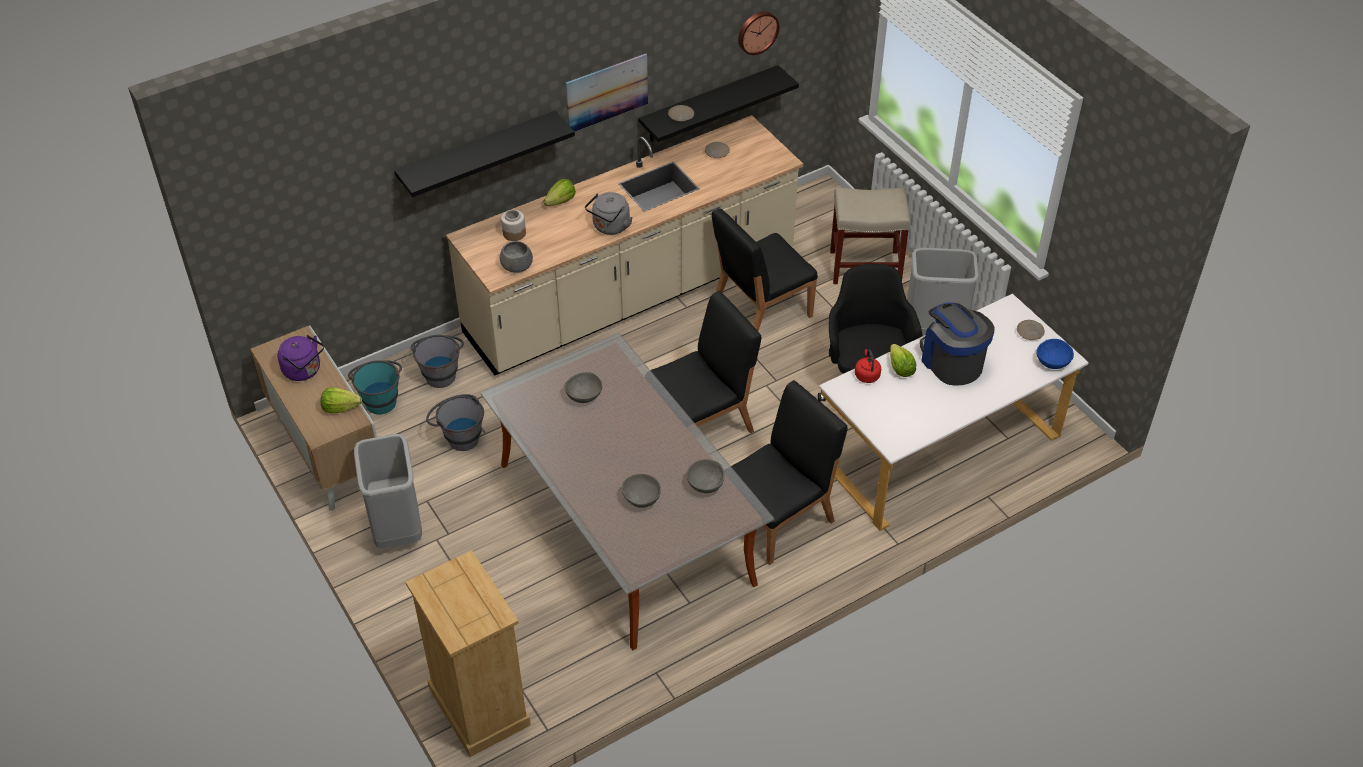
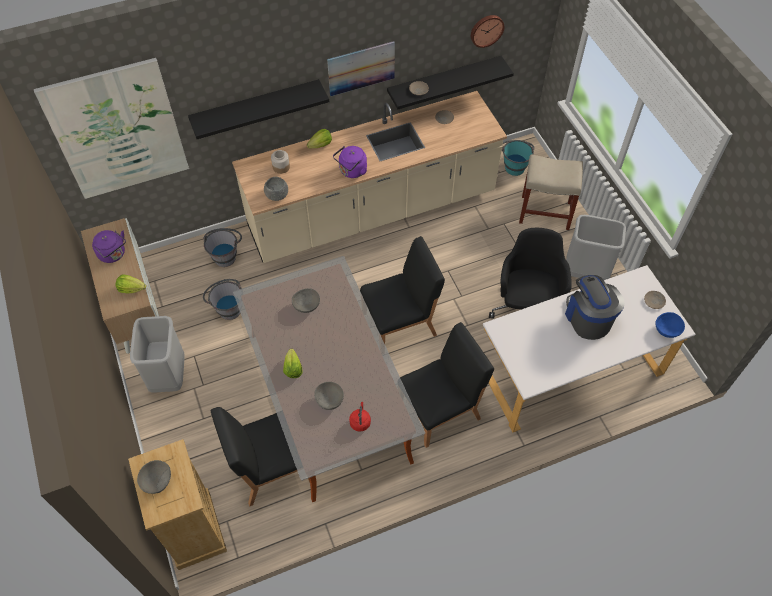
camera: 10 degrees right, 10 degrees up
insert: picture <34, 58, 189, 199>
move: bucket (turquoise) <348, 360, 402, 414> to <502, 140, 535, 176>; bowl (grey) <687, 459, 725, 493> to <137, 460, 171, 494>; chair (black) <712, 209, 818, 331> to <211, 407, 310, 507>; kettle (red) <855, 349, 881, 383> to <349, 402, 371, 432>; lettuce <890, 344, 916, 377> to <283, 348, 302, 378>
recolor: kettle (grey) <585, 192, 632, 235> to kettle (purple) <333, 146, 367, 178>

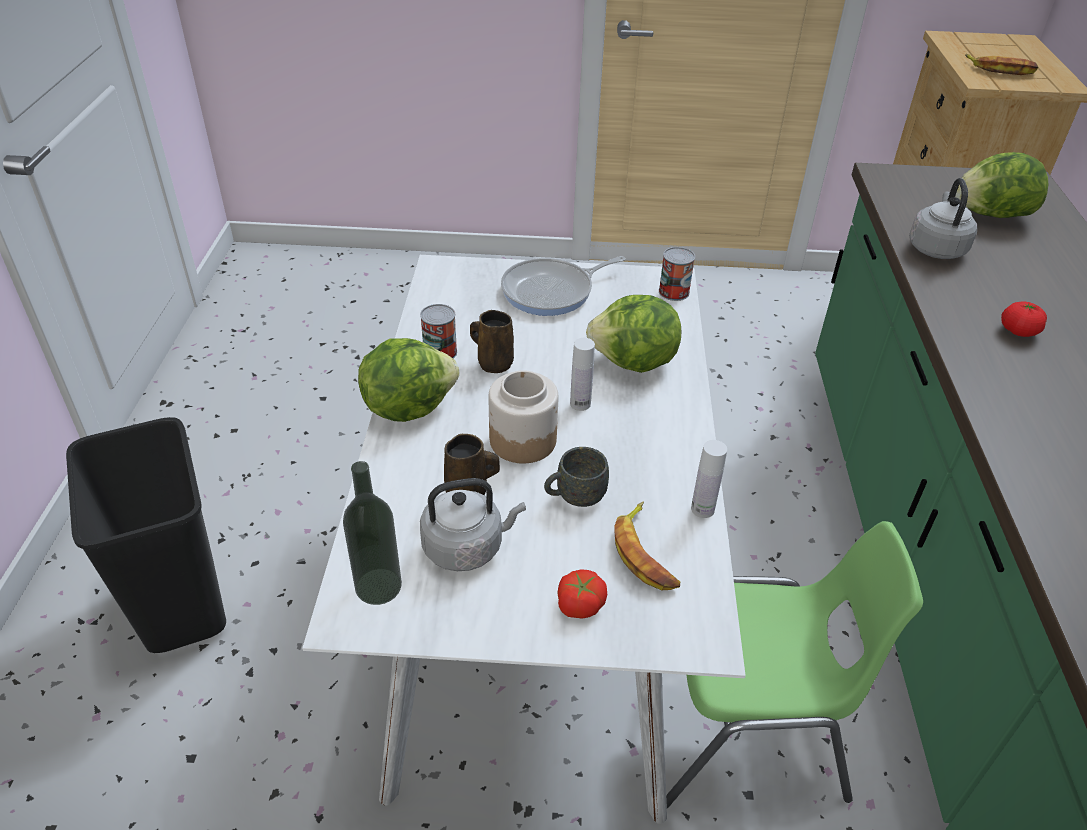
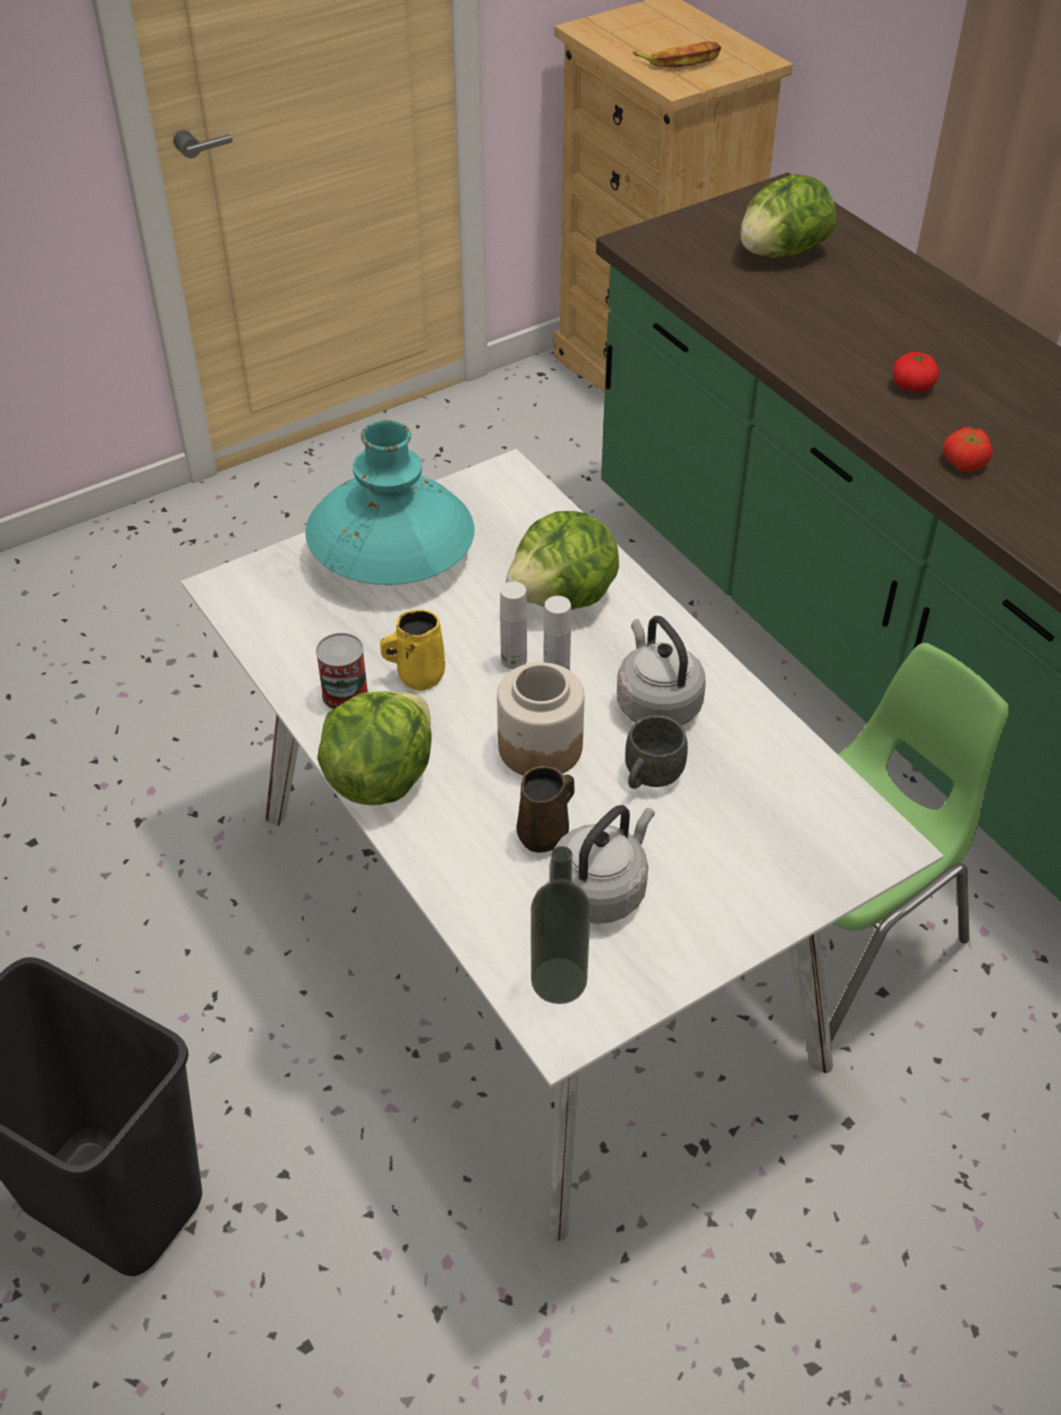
camera: 35 degrees left, 5 degrees up
delete: banana <615, 501, 680, 590>; can <659, 247, 695, 301>
move: tomato <557, 569, 607, 619> to <943, 427, 993, 472>; bottle (white) <691, 440, 727, 518> to <500, 581, 527, 669>; kettle (grey) <910, 178, 977, 259> to <617, 616, 706, 726>
replace: frying pan <501, 256, 626, 316> to vase (turquoise) <305, 420, 474, 585>
recolor: mug (brown) <470, 310, 514, 373> to mug (yellow) <380, 609, 445, 691>

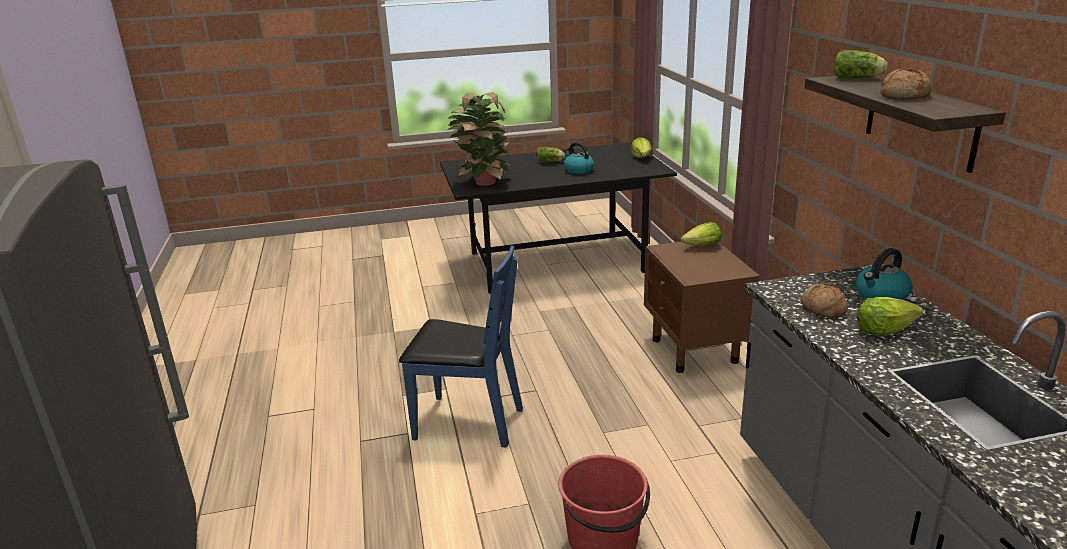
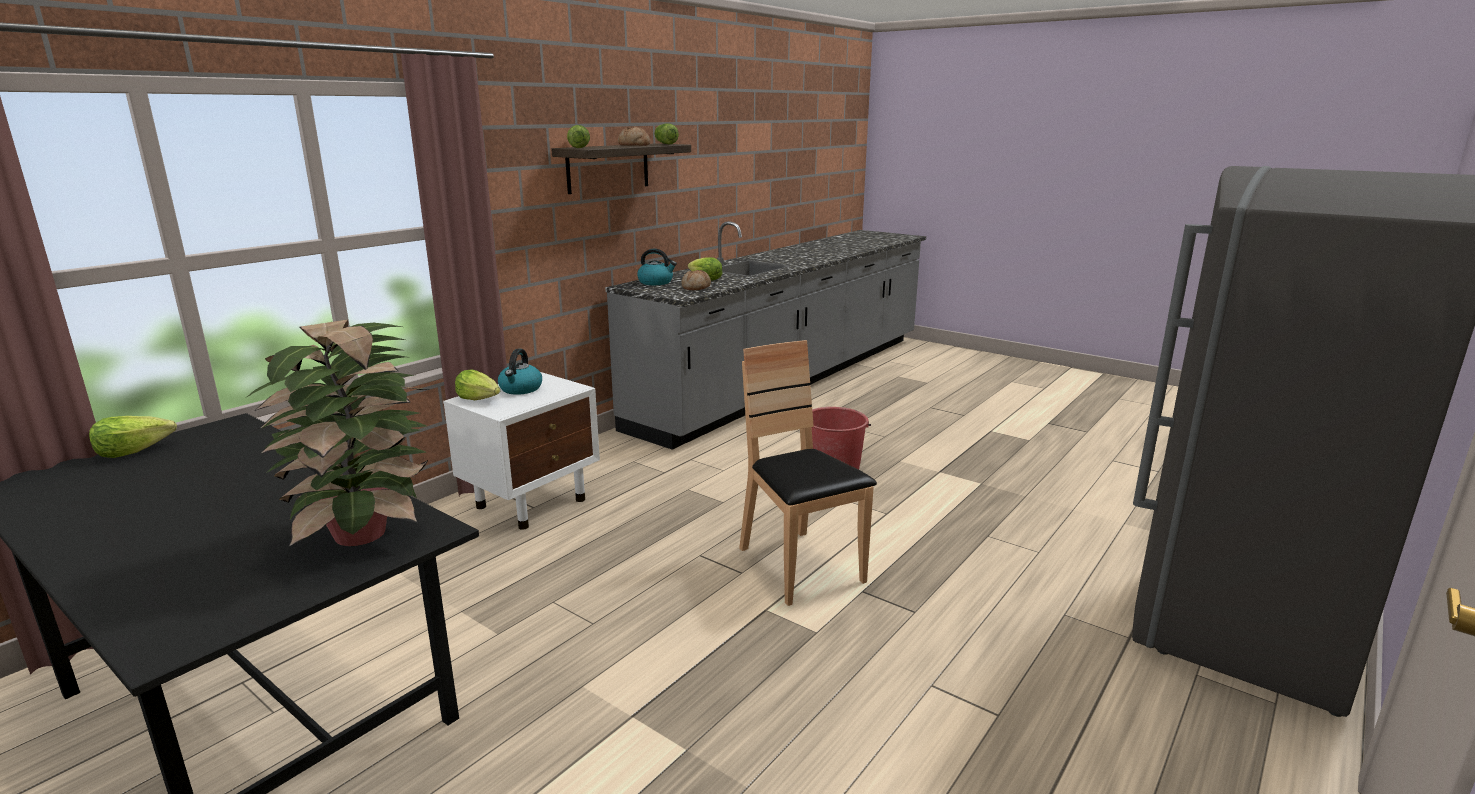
camera: 130 degrees left, 5 degrees down
move: lettuce <536, 147, 565, 163> to <654, 124, 679, 144>; kettle <564, 142, 594, 174> to <498, 349, 542, 395>
recolor: chair (blue) <399, 245, 523, 448> to chair (brown) <739, 340, 877, 606>; nightstand (brown) <644, 242, 760, 373> to nightstand (white) <443, 372, 600, 530>

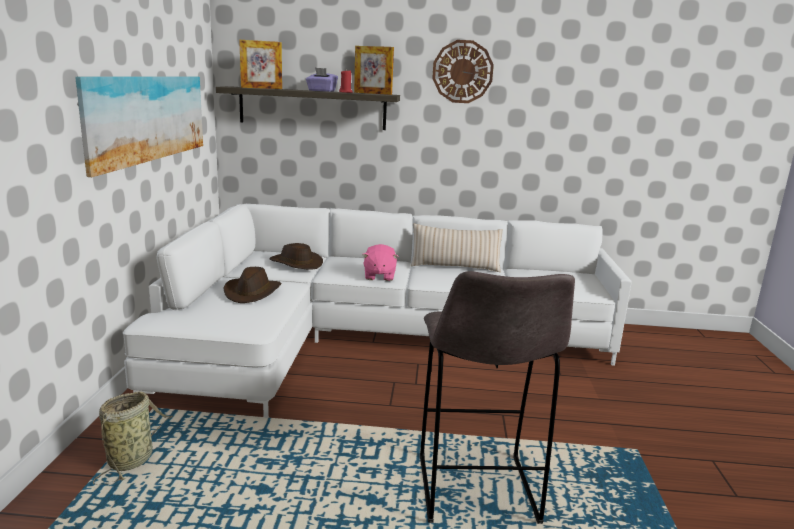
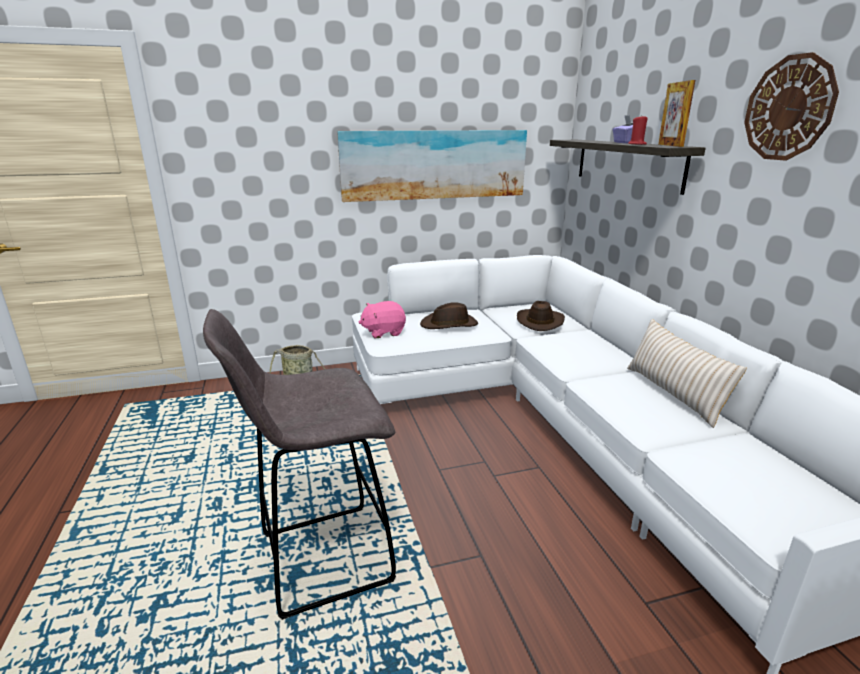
camera: 70 degrees right, 5 degrees up
delete: picture frame <239, 40, 282, 89>
move: plush toy (pink) <362, 244, 398, 281> to <358, 301, 406, 338>

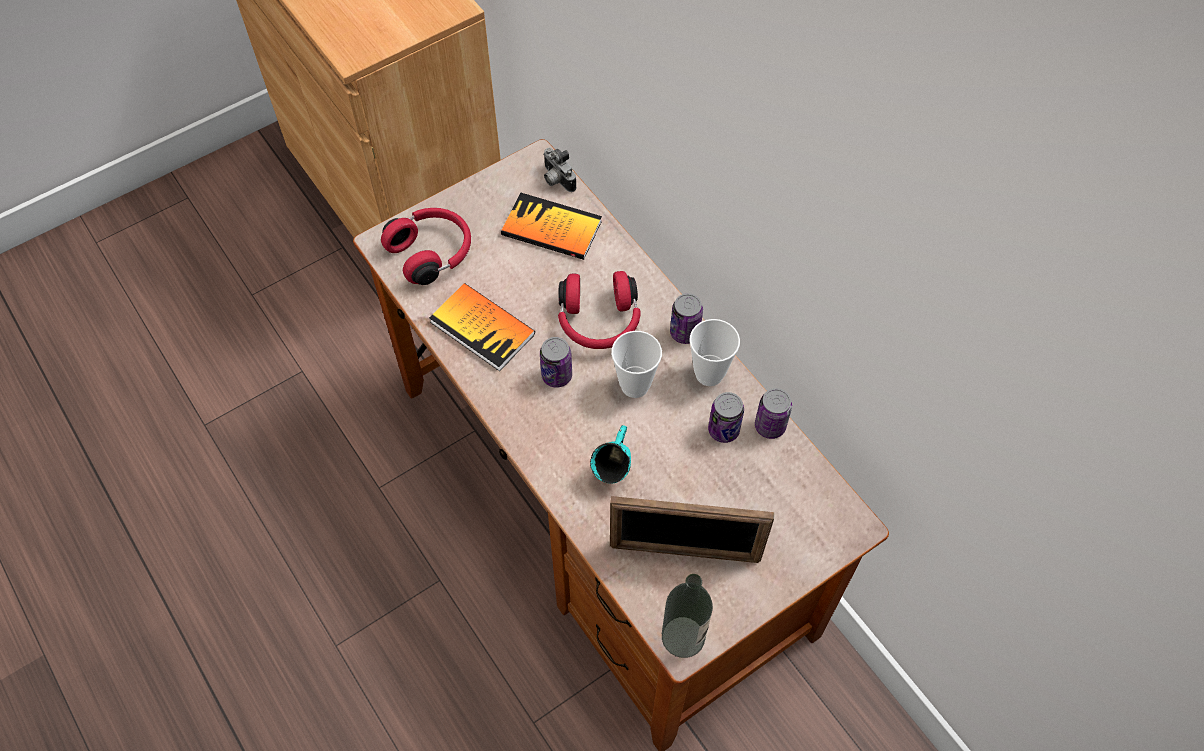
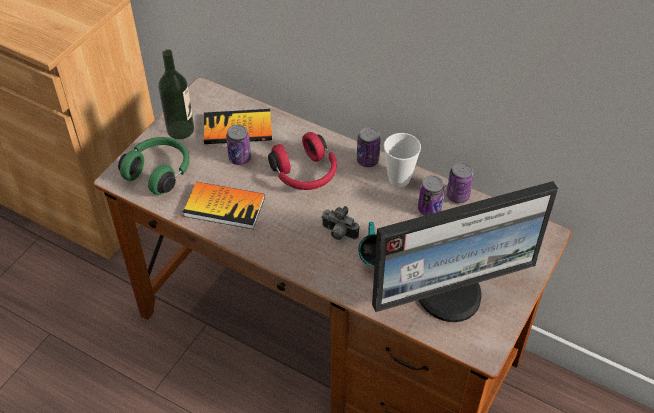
camera: 25 degrees left, 10 degrees down
delete: cup <611, 331, 662, 398>
move: can <540, 337, 572, 388> to <226, 125, 251, 165>; photo camera <544, 147, 576, 192> to <321, 206, 359, 240>; bottle <662, 574, 713, 658> to <158, 49, 194, 139>
replace: picture frame <610, 496, 775, 563> to monitor <372, 181, 558, 322>
recolor: headphones (red) <381, 208, 471, 285> to headphones (green) <118, 137, 189, 195>

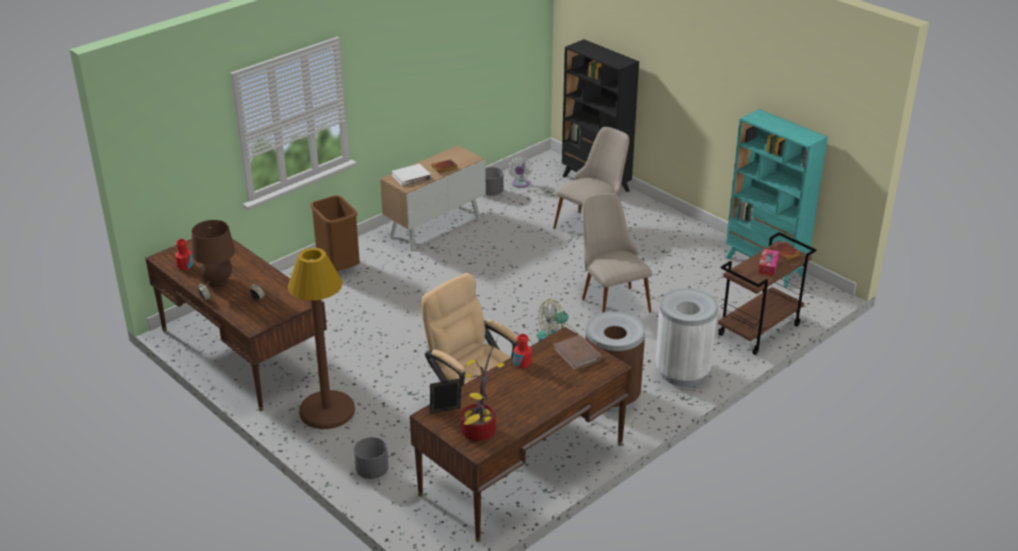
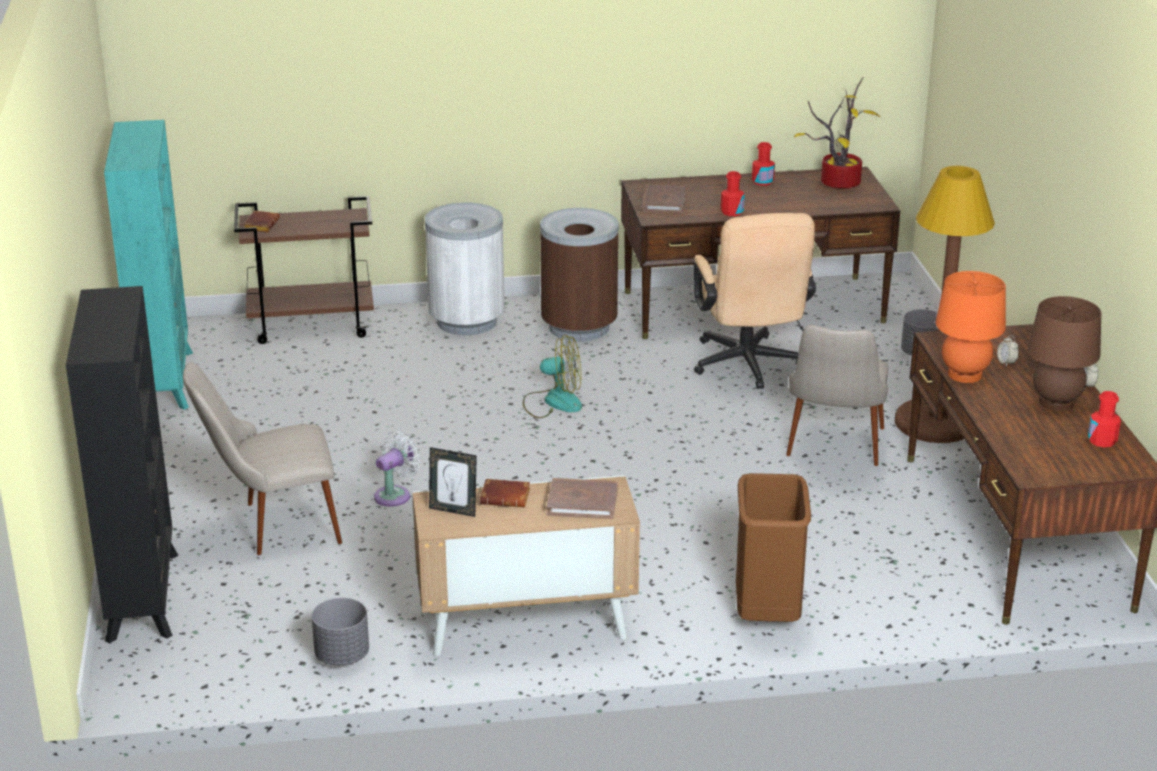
camera: 145 degrees left, 5 degrees down
delete: tissue box <758, 249, 780, 276>
insert: bottle (red) <752, 142, 775, 186>; table lamp (orange) <936, 271, 1006, 383>
move: picture frame <430, 378, 461, 414> to <429, 447, 477, 517>; fan (white) <508, 158, 532, 188> to <374, 431, 421, 507>; chair (beige) <582, 193, 652, 313> to <786, 325, 888, 466>
recolor: book (white) <392, 164, 431, 186> to book (brown) <547, 478, 618, 519>

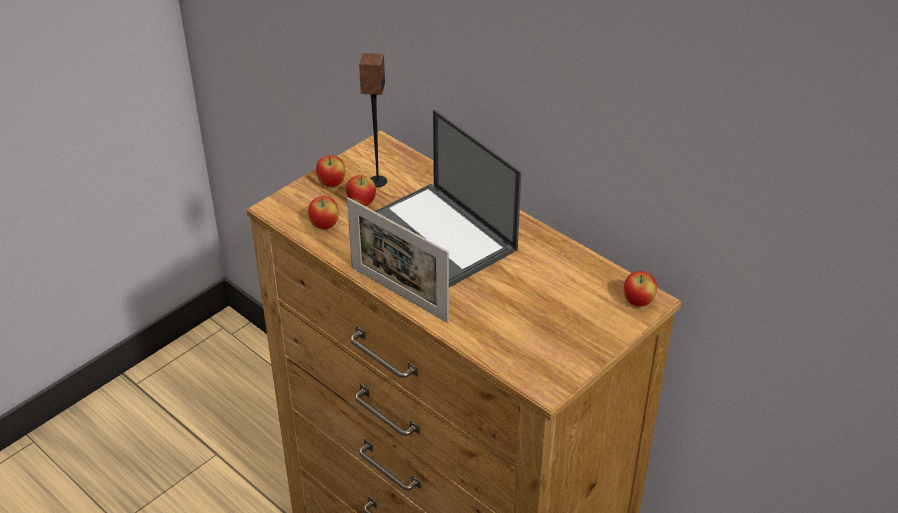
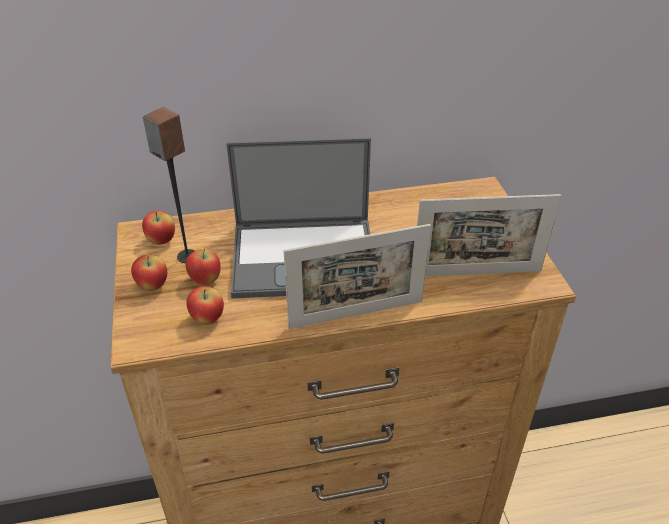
camera: 55 degrees left, 0 degrees up
insert: picture frame <417, 194, 561, 276>
move: apple <623, 271, 657, 307> to <142, 211, 175, 245>

